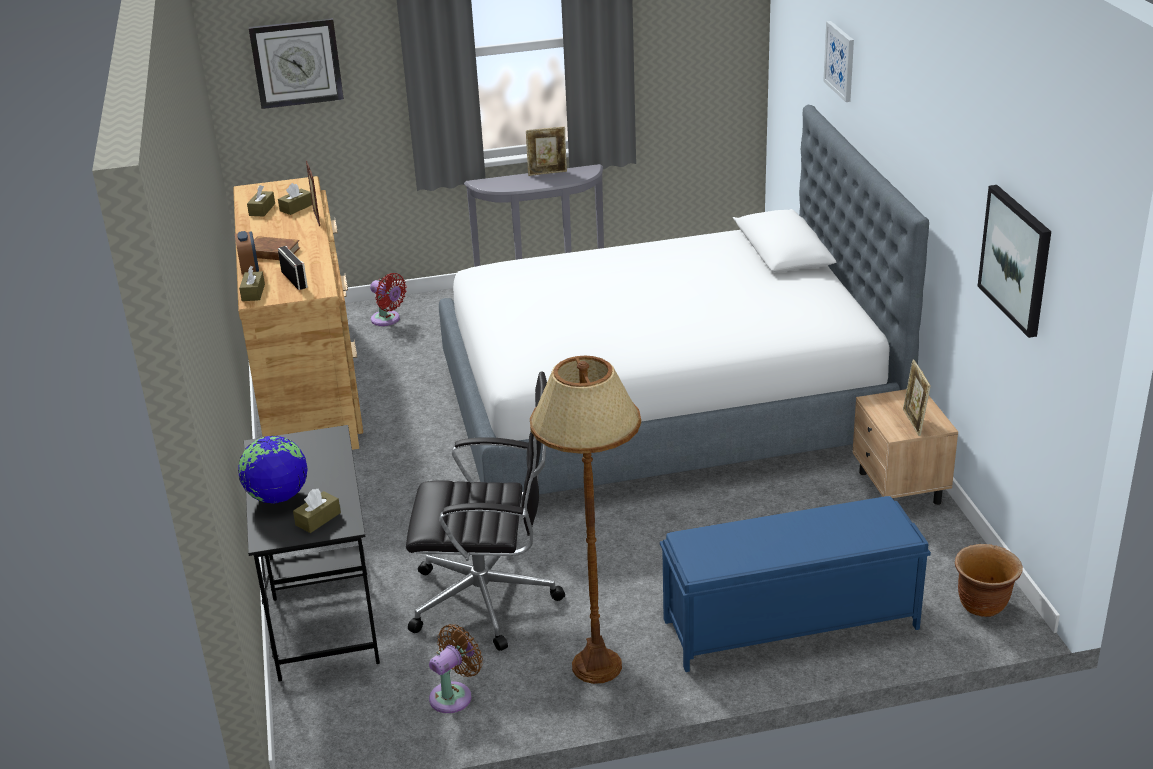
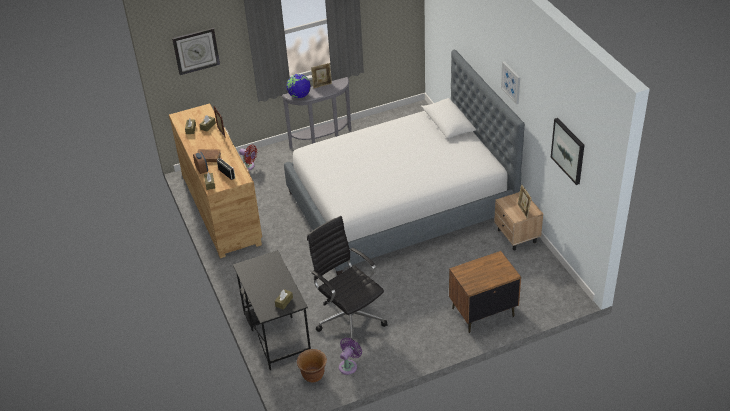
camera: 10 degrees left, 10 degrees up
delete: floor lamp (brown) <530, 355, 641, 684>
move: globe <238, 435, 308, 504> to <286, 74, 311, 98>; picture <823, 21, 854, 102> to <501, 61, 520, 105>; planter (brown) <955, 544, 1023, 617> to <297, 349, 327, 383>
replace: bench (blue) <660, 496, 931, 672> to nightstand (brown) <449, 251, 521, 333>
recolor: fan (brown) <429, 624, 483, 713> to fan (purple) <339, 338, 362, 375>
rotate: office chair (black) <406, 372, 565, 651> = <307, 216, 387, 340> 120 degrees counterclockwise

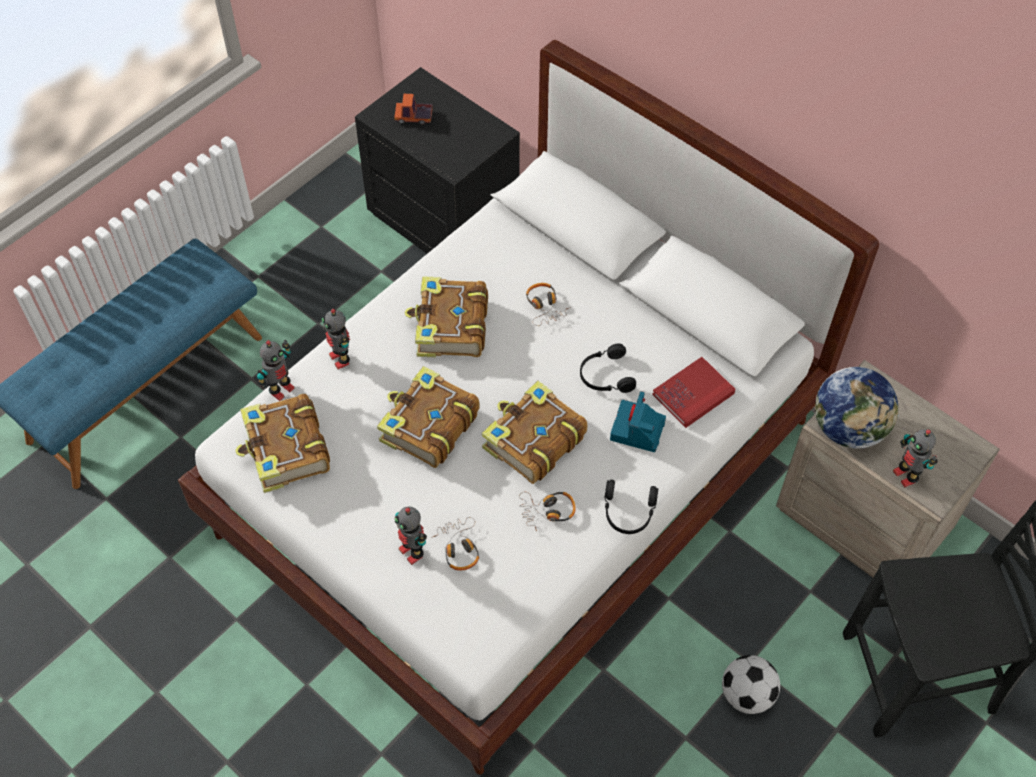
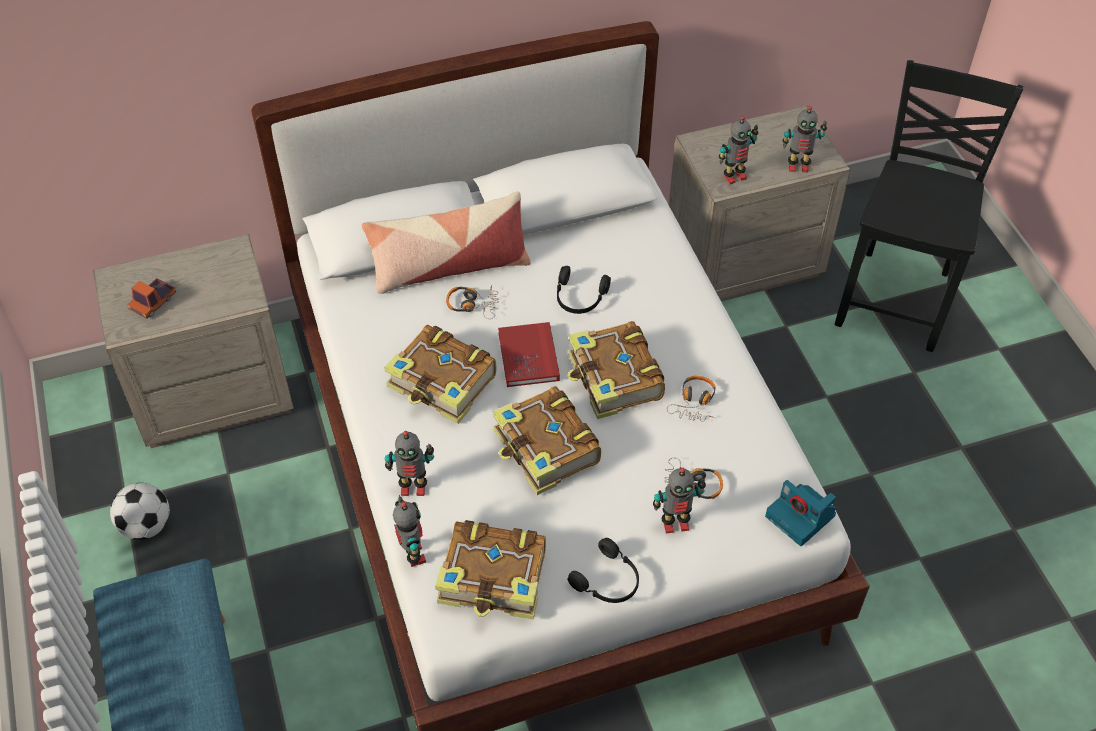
camera: 60 degrees left, 5 degrees down
insert: pillow <362, 192, 531, 294>
move: headphones (black) <605, 480, 659, 534> to <568, 538, 639, 603>; photo camera <610, 391, 666, 452> to <765, 480, 836, 546>; book (red) <653, 357, 735, 428> to <498, 322, 560, 387>; football <722, 655, 780, 714> to <110, 483, 170, 540>
replace: globe <815, 367, 899, 449> to toy robot <719, 116, 759, 184>
recolor: nightstand (black) <355, 67, 520, 254> to nightstand (beige) <93, 234, 294, 448>

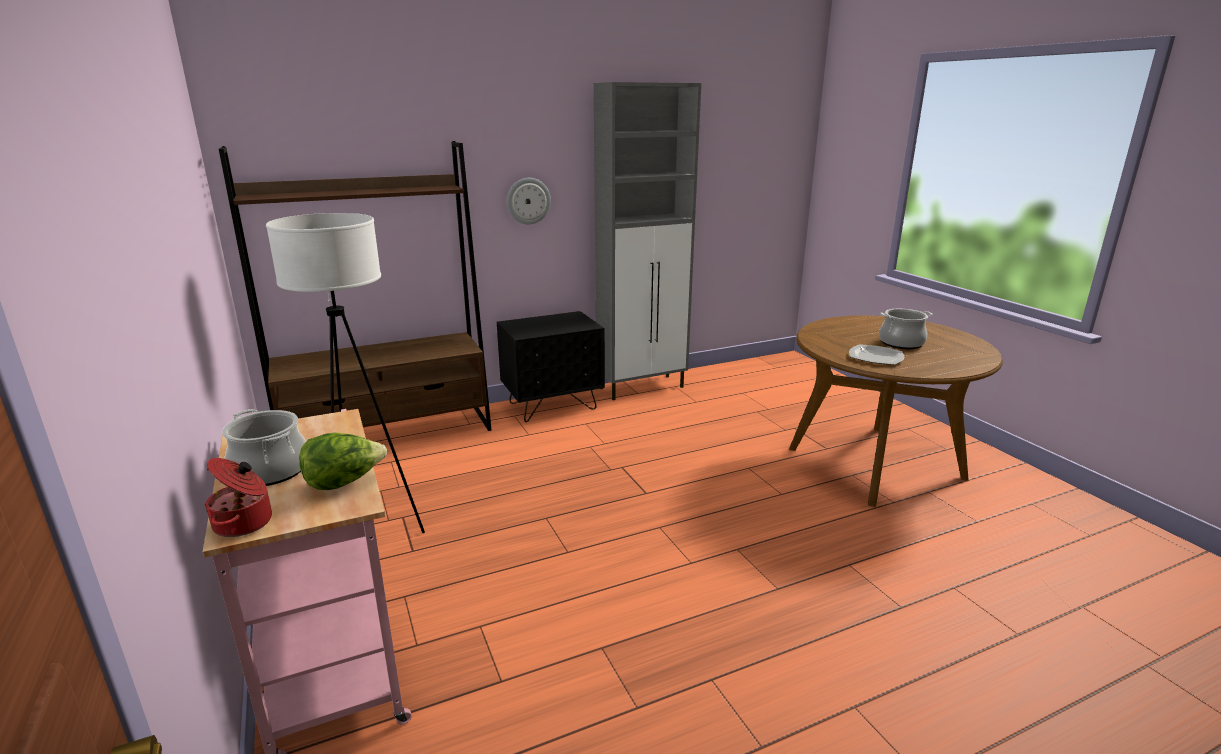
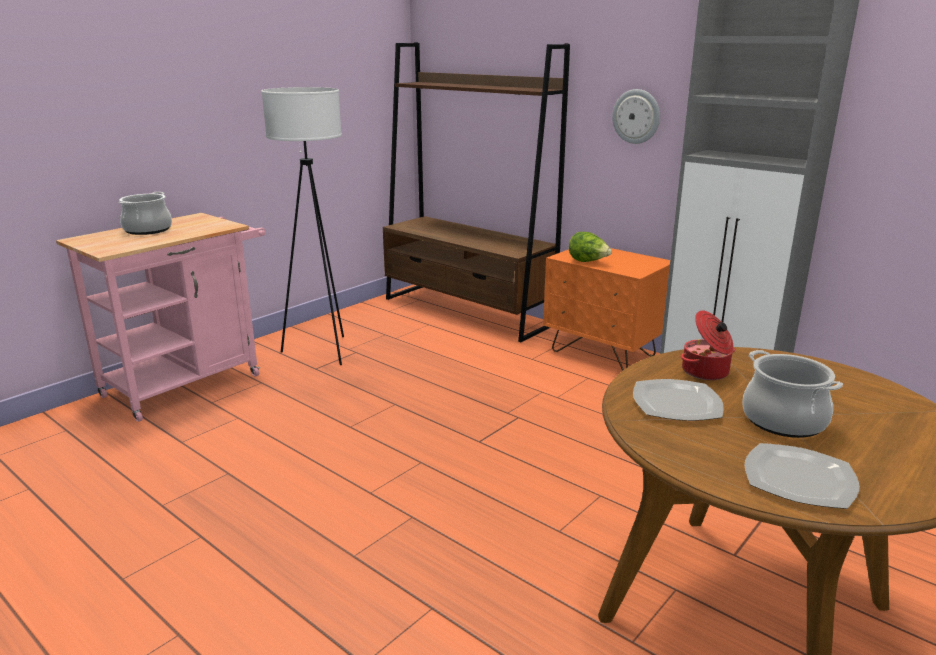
camera: 65 degrees right, 0 degrees up
insert: plate <745, 443, 860, 509>
move: cooking pot <205, 458, 272, 537> to <681, 310, 735, 380>; lettuce <299, 432, 387, 490> to <569, 232, 612, 262>
recolor: nightstand (black) <497, 311, 605, 422> to nightstand (orange) <543, 248, 670, 371>

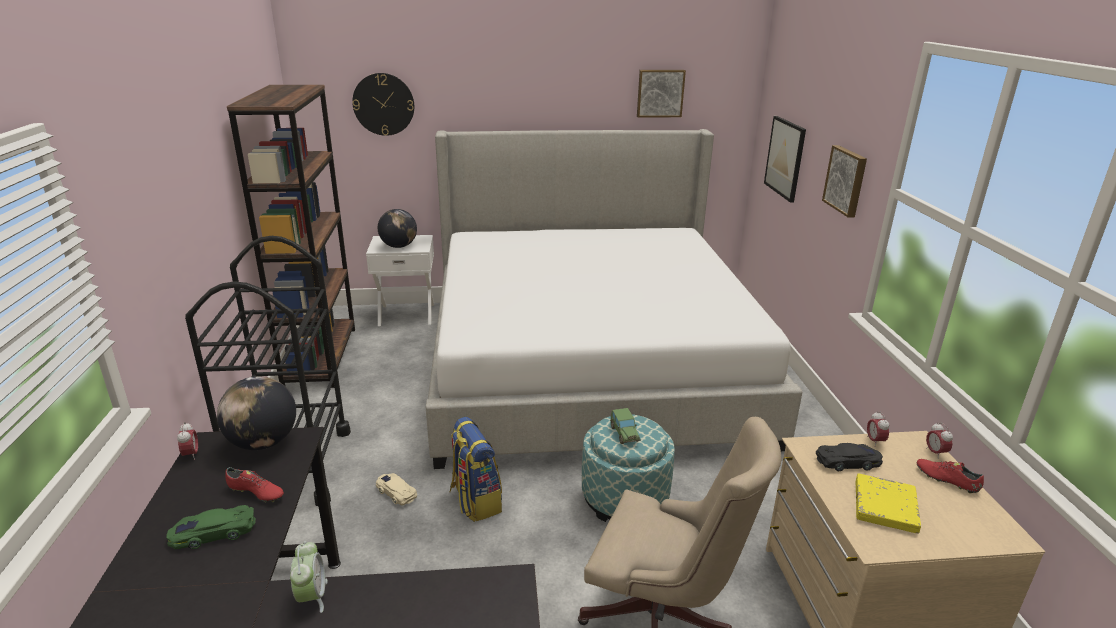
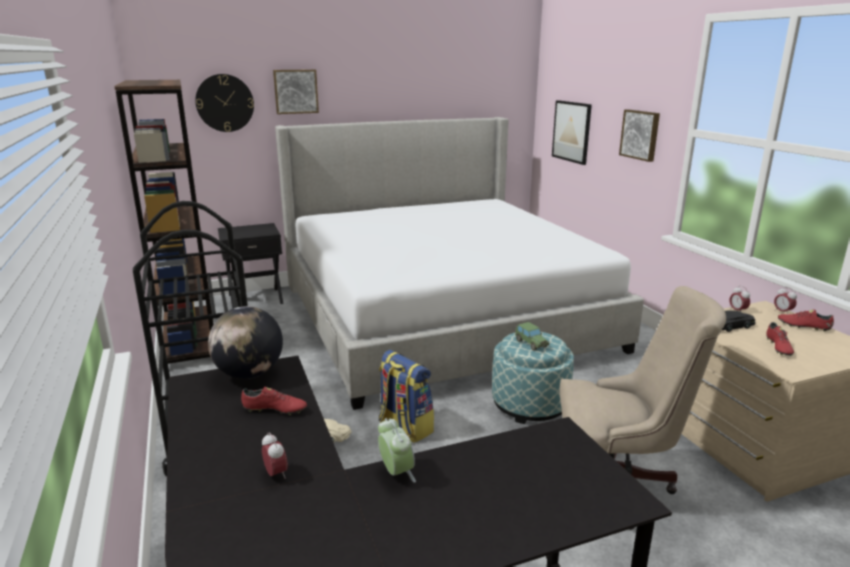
camera: 15 degrees left, 5 degrees down
delete: toy car (green) <166, 505, 256, 549>; globe <378, 209, 417, 248>
move: alarm clock <177, 422, 198, 460> to <262, 432, 288, 479>; picture <637, 70, 686, 118> to <273, 70, 319, 114>
replace: book (yellow) <856, 473, 921, 533> to shoe (red) <766, 322, 794, 356>
recolor: nightstand (white) <366, 235, 434, 326> to nightstand (black) <218, 223, 283, 309>

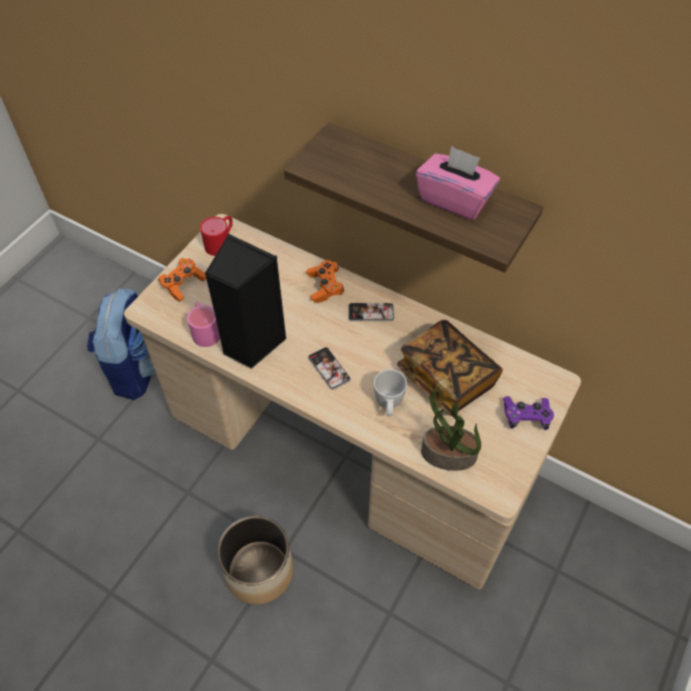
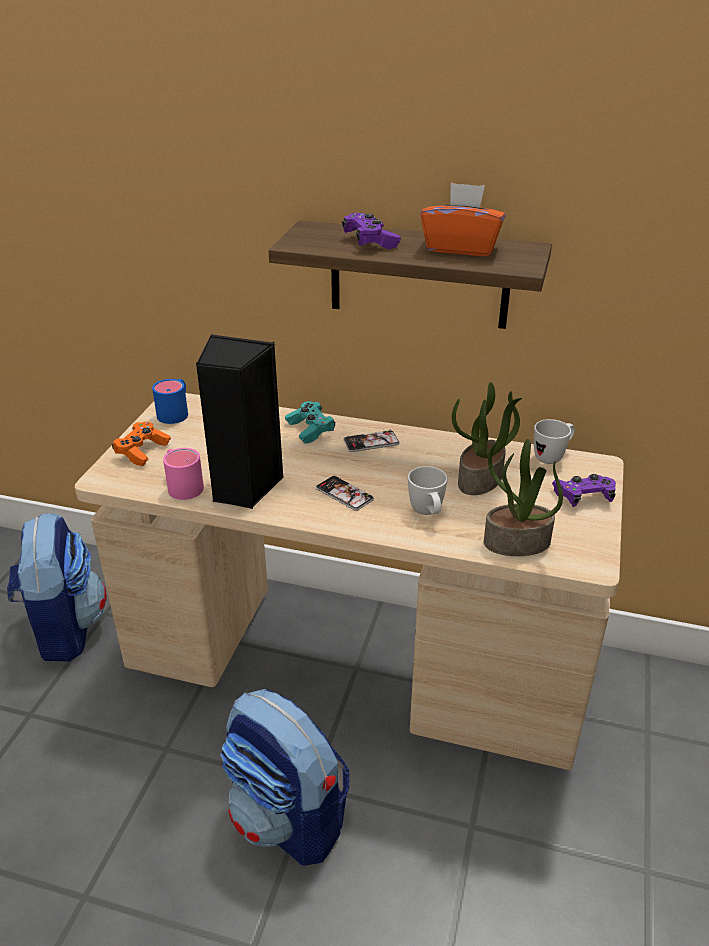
camera: 15 degrees left, 20 degrees down
insert: game controller (purple) <342, 213, 401, 249>; mug (white) <534, 419, 575, 464>
replace: planter <217, 516, 293, 605> to backpack <220, 689, 349, 866>; book <397, 320, 503, 416> to potted plant <452, 382, 522, 495>
recolor: mug (red) <200, 216, 233, 256> to mug (blue) <152, 379, 188, 424>; game controller (orange) <306, 260, 344, 303> to game controller (turquoise) <285, 401, 335, 444>; tissue box (pink) <416, 146, 500, 220> to tissue box (orange) <420, 183, 506, 256>

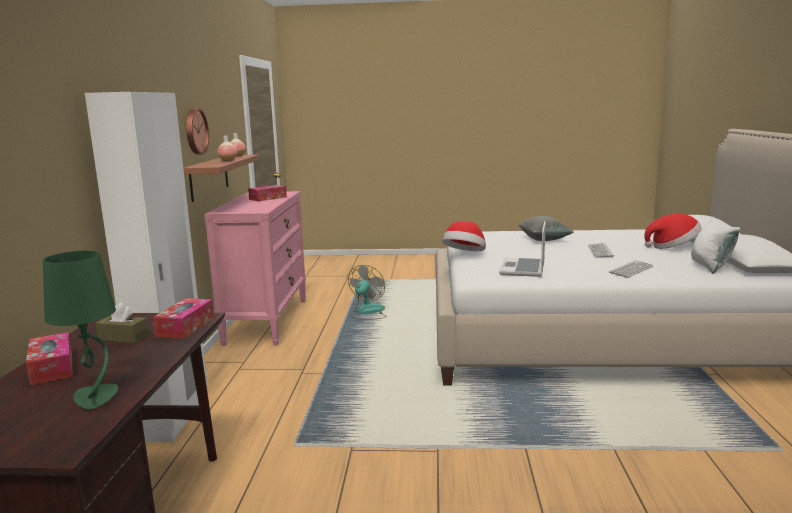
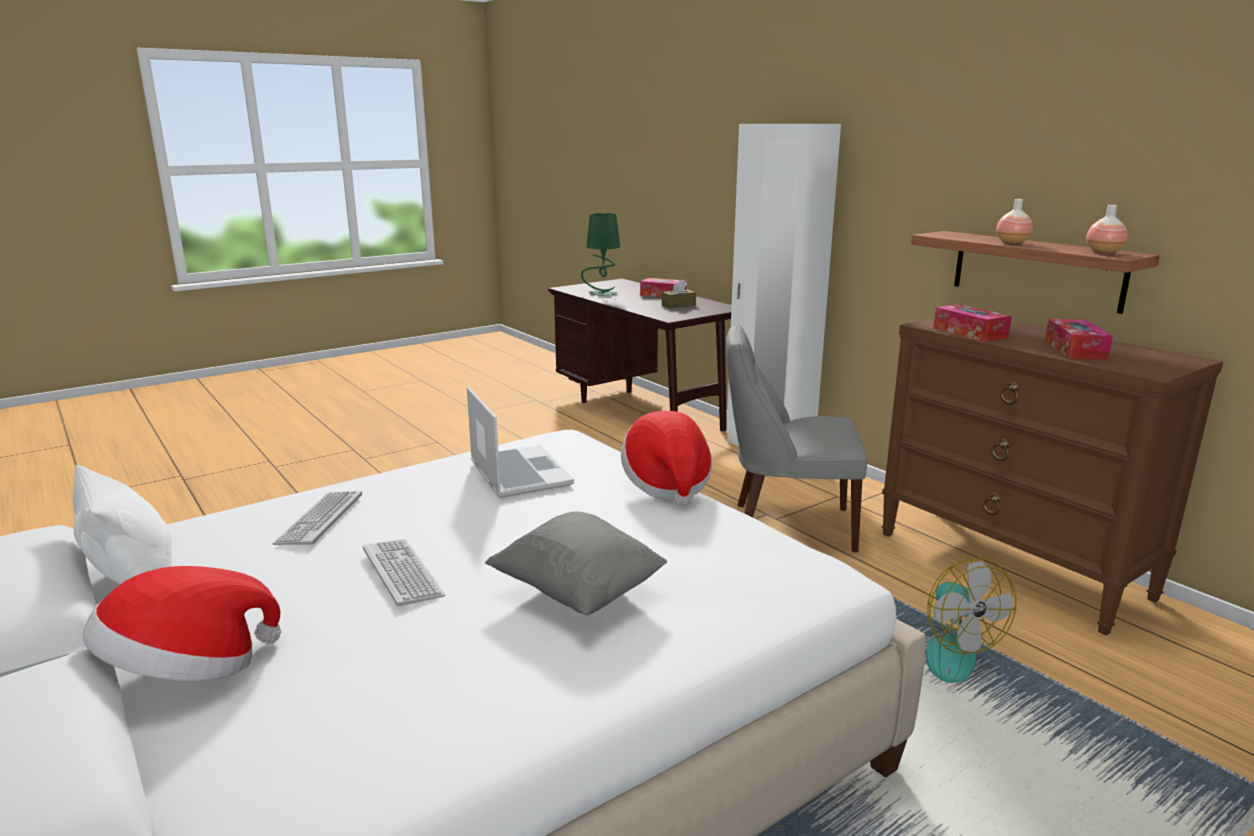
camera: 140 degrees right, 5 degrees up
delete: wall clock <186, 108, 209, 155>
insert: chair (grey) <726, 325, 867, 552>
move: tissue box <153, 298, 214, 339> to <933, 304, 1012, 342>
recolor: dresser (pink) <204, 191, 306, 346> to dresser (brown) <881, 318, 1223, 635>

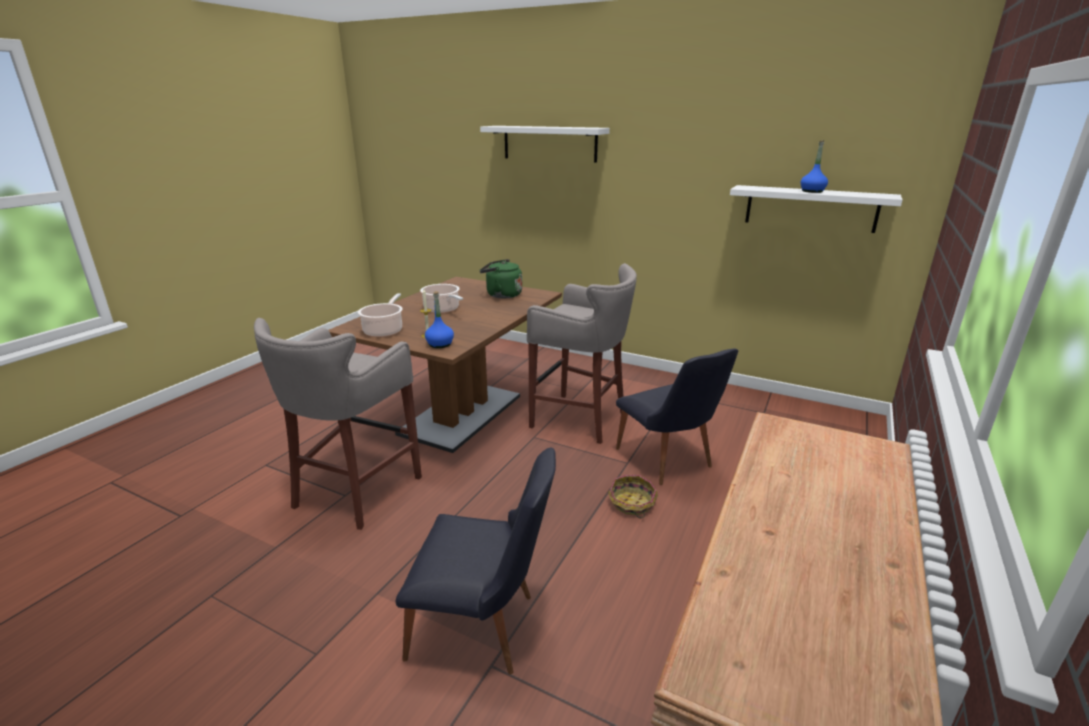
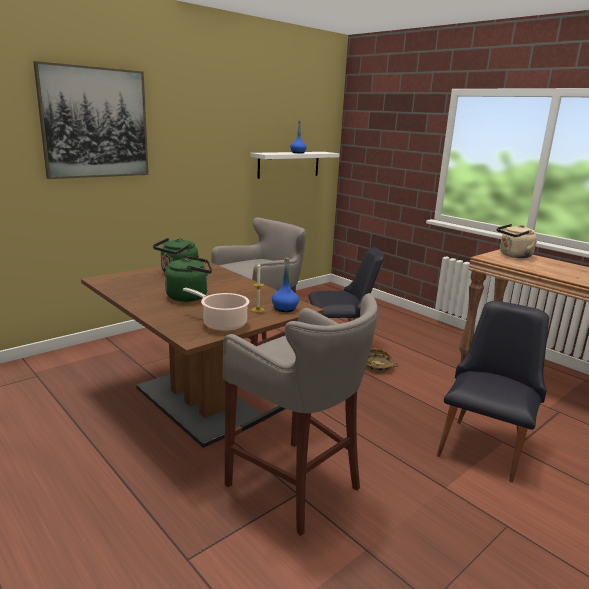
camera: 70 degrees left, 5 degrees down
insert: kettle (beige) <496, 224, 537, 258>
replace: cooking pot <420, 284, 463, 313> to kettle (green) <165, 256, 212, 302>; shelf (white) <480, 126, 610, 163> to picture <33, 61, 149, 179>

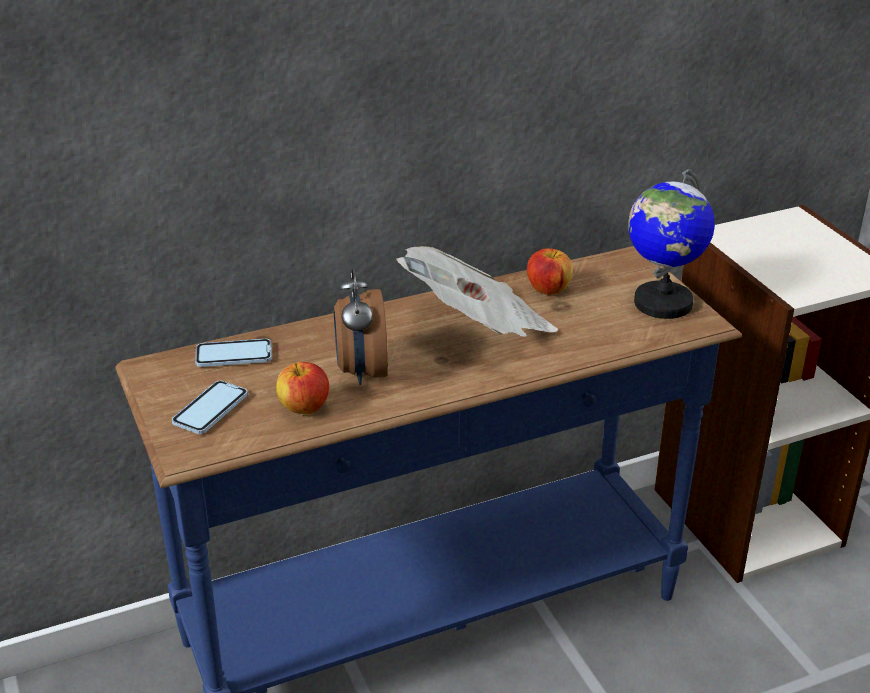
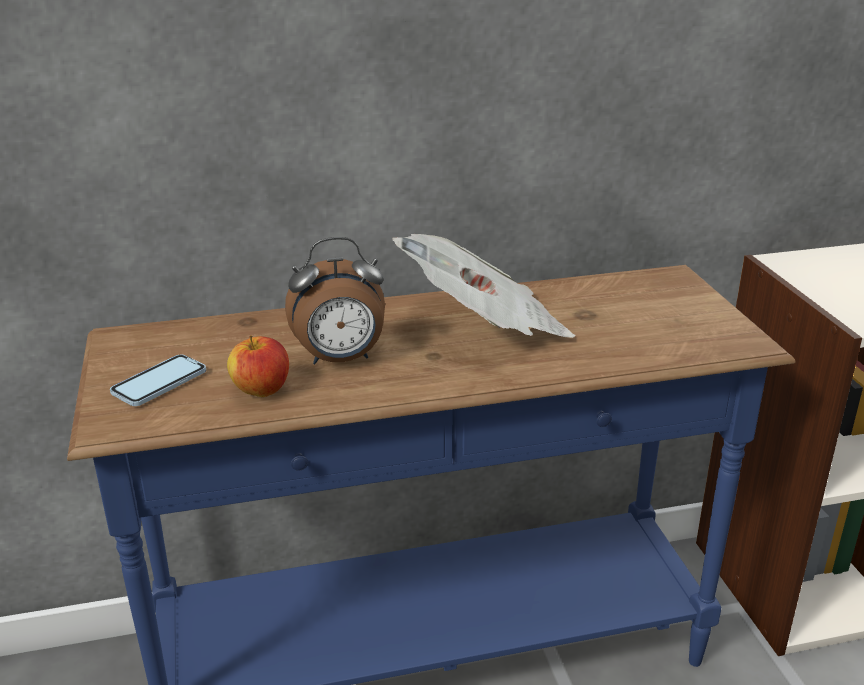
camera: 10 degrees right, 5 degrees down
delete: phone <195, 339, 272, 367>; apple <527, 248, 573, 295>; globe <628, 169, 715, 319>
rotate: alarm clock <334, 265, 388, 385> = <285, 237, 385, 364> 105 degrees counterclockwise

